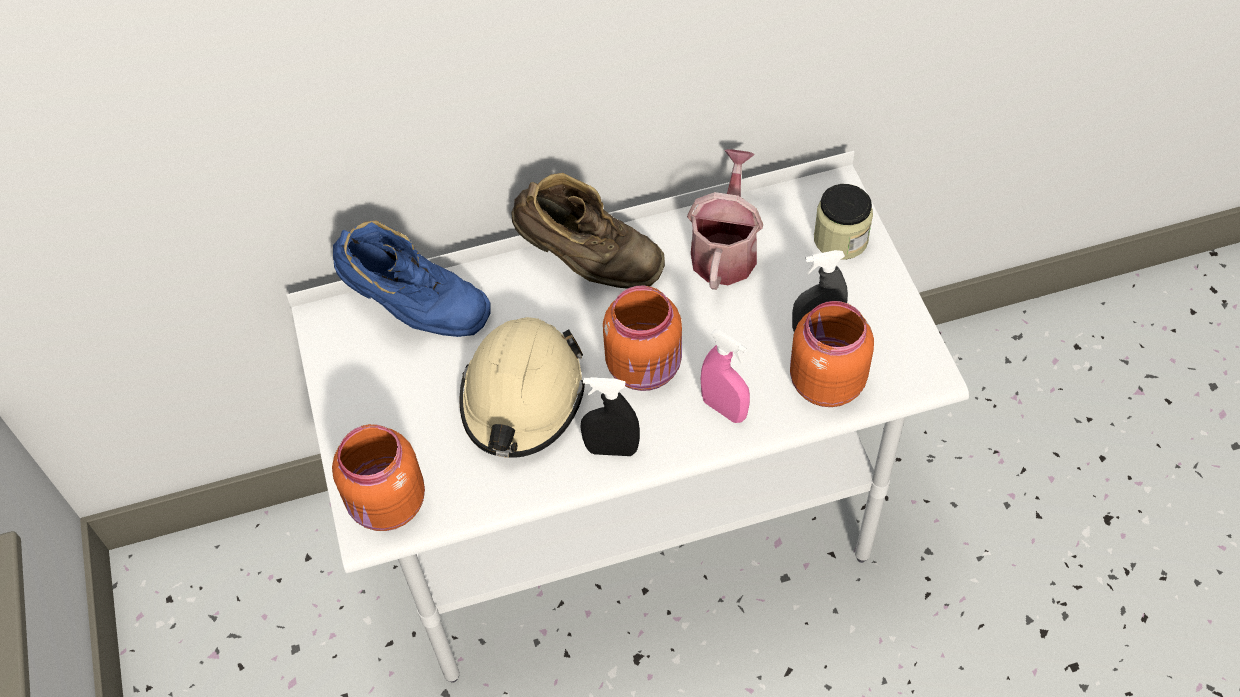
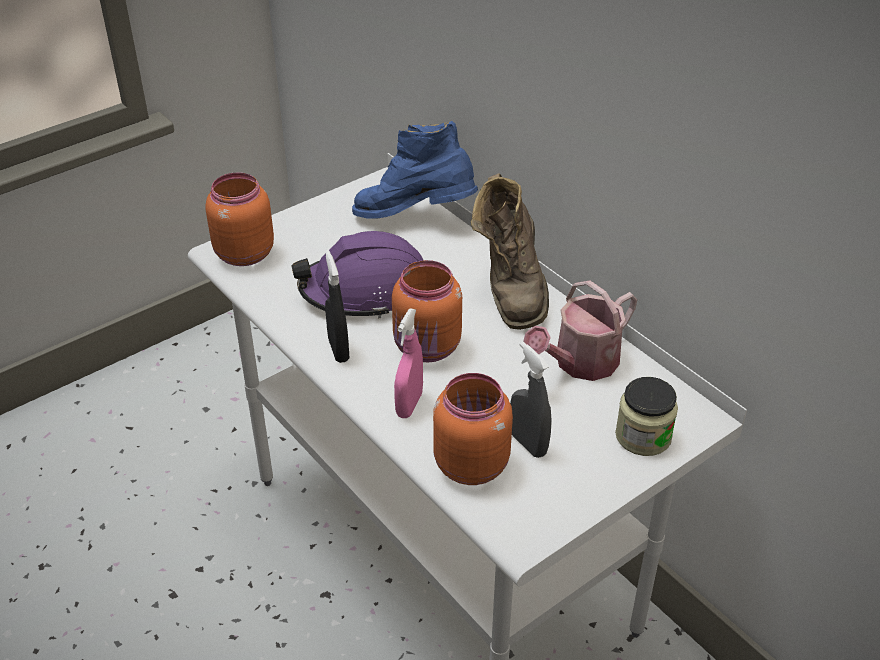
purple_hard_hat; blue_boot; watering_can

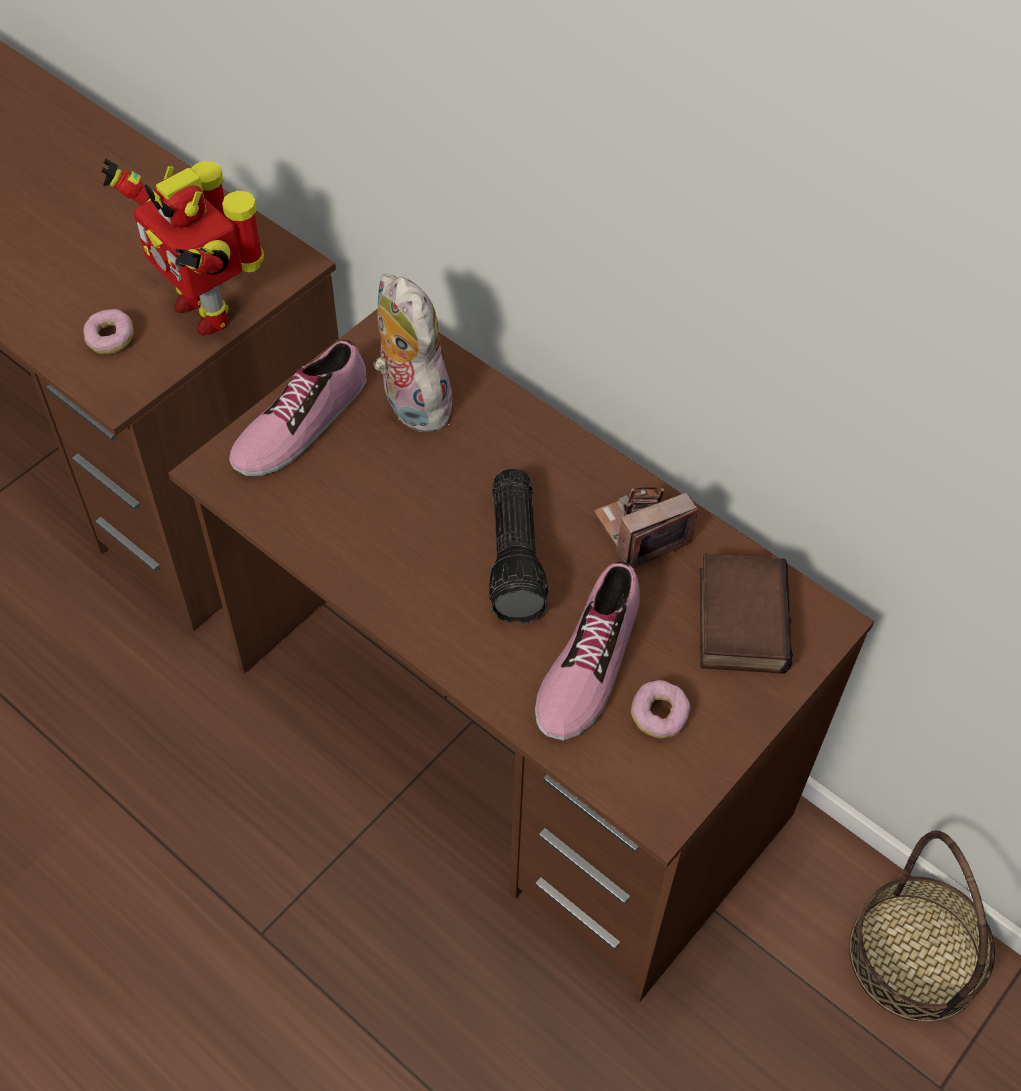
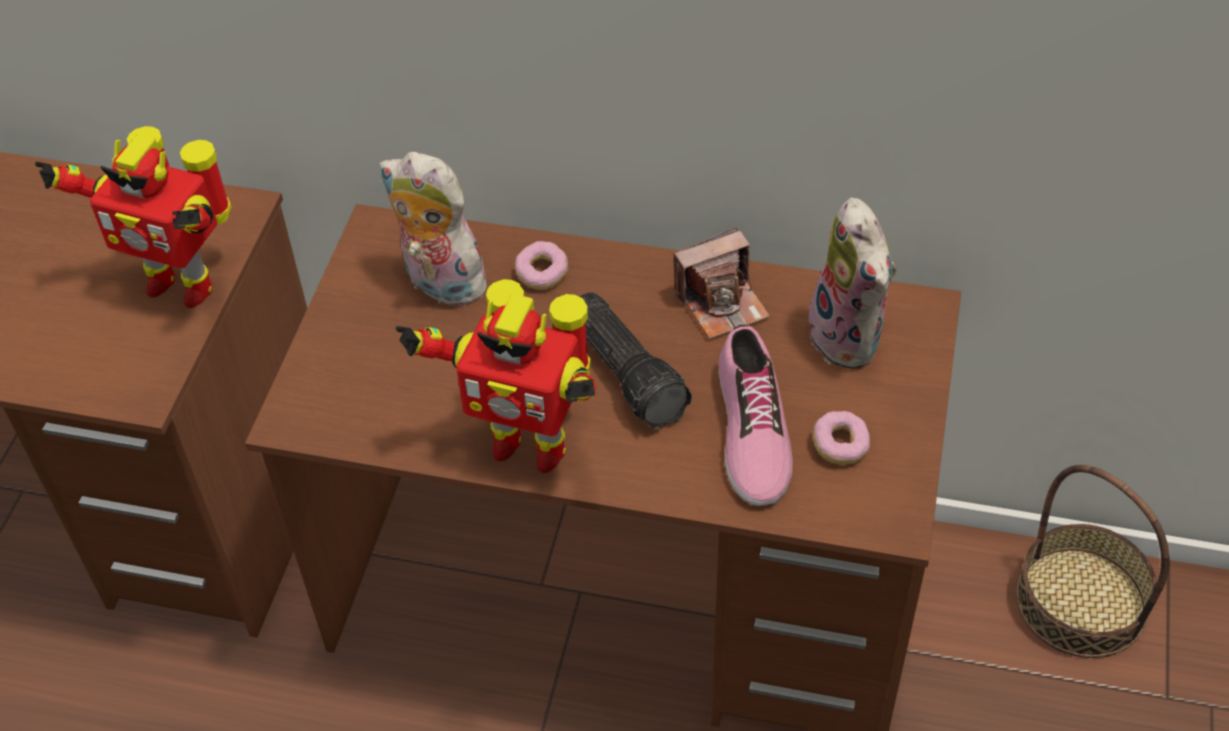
shoe (no. 1 from left in the first image); toy_robot (no. 2 from left); donut (no. 1 from left); plush_toy (no. 2 from left); photo_camera

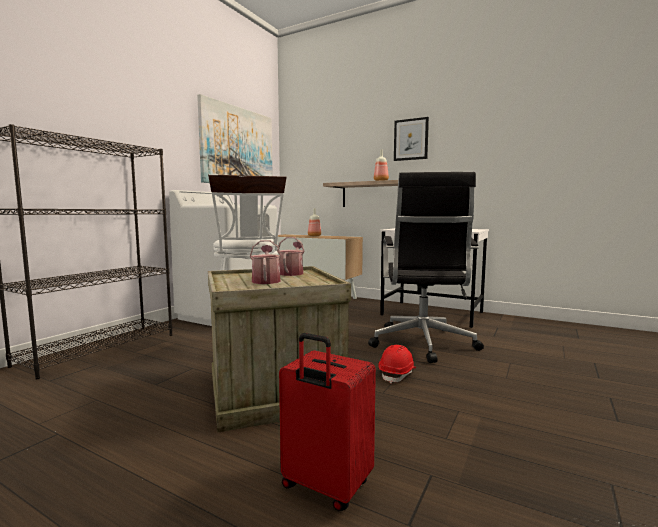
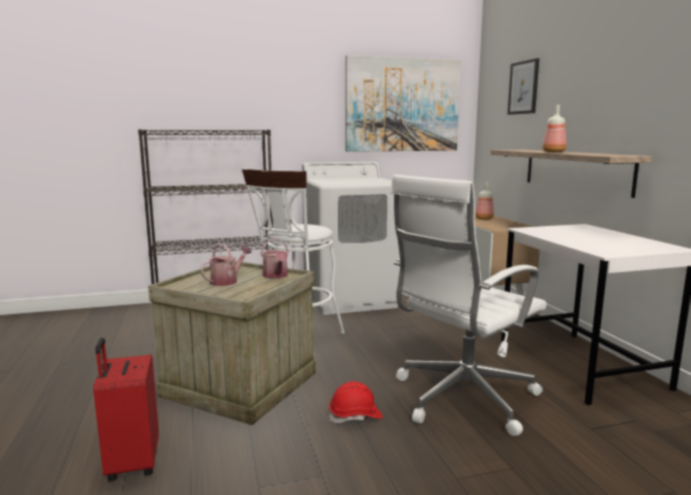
picture (no. 2 from left); white_office_chair; watering_can (no. 2 from left)

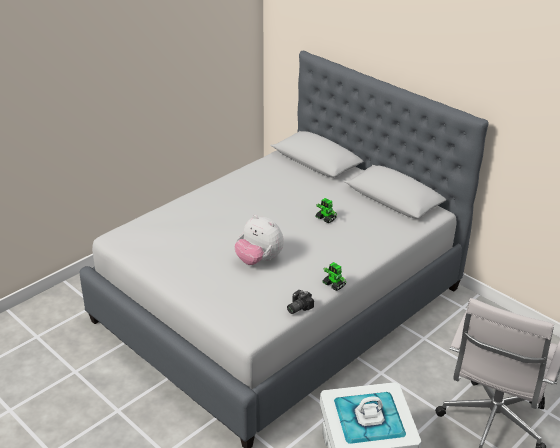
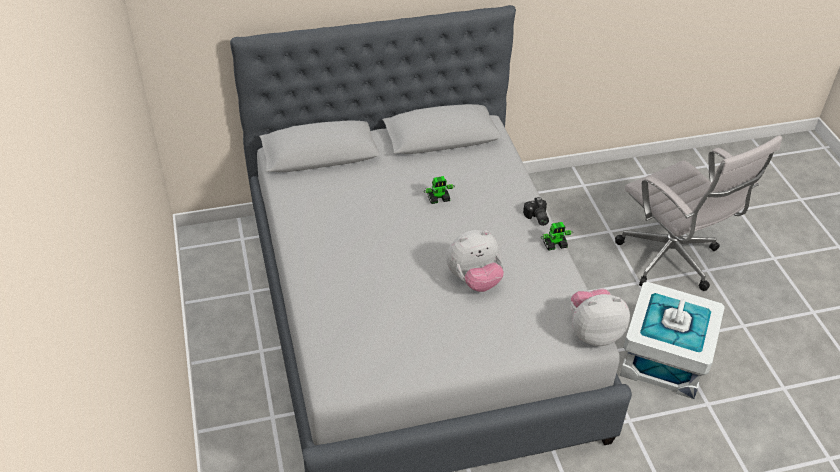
plush_toy (no. 2 from left); photo_camera

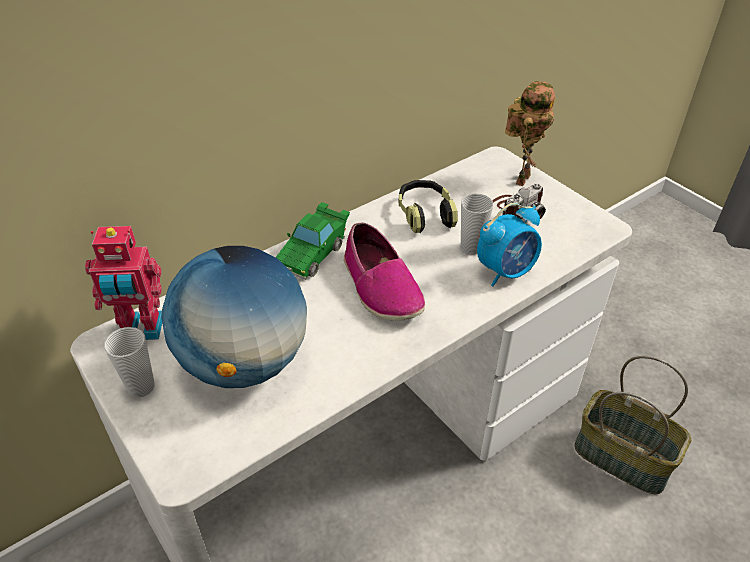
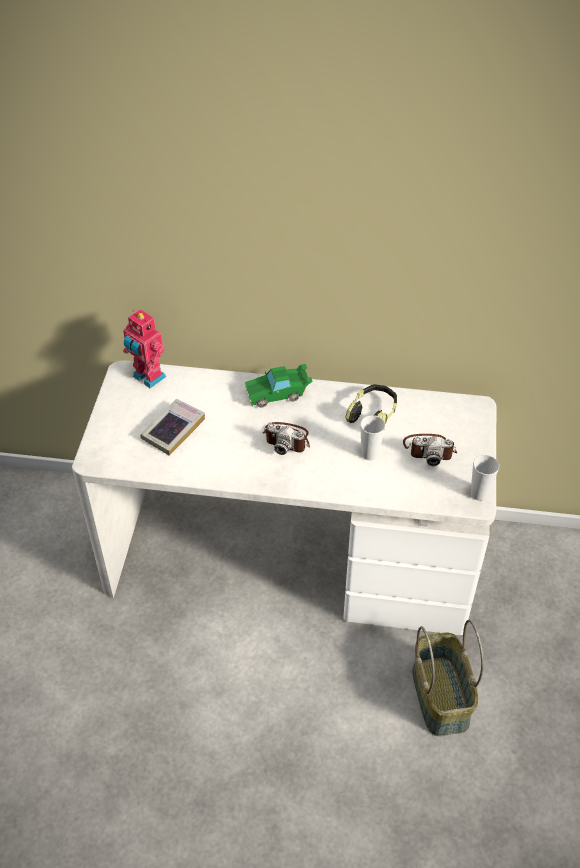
alarm_clock; toy_robot (no. 2 from left in the first image); cup (no. 2 from left); book; photo_camera (no. 1 from left)

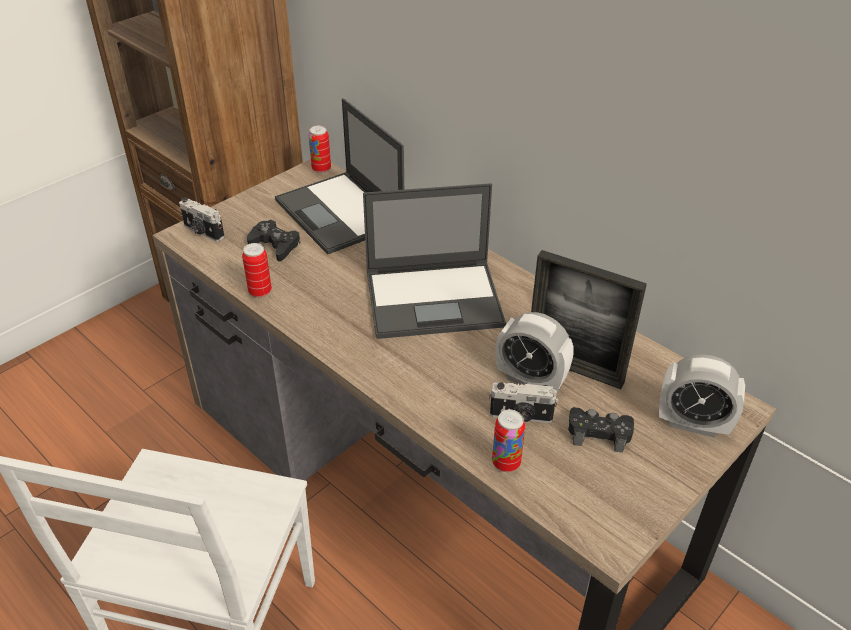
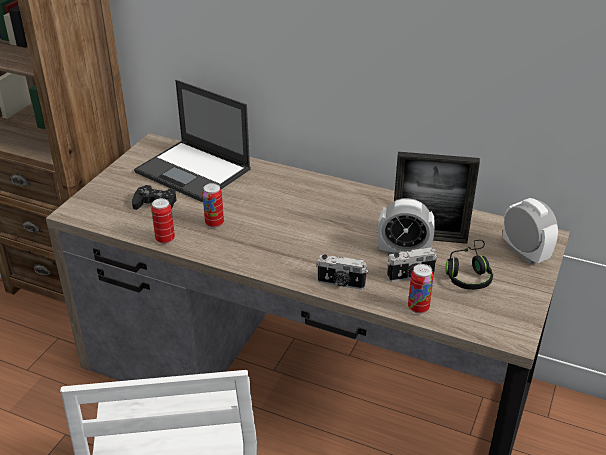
laptop (no. 2 from left in the first image); photo_camera (no. 1 from left); can (no. 2 from left); black_headphones; alarm_clock (no. 2 from left)

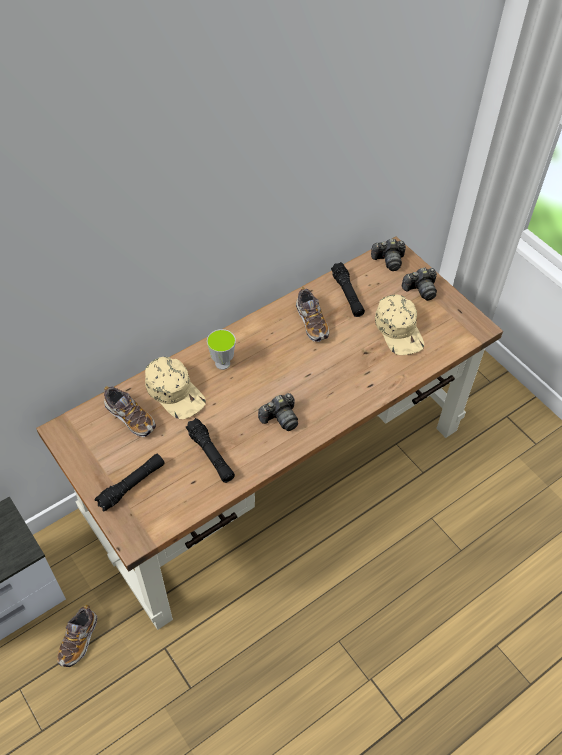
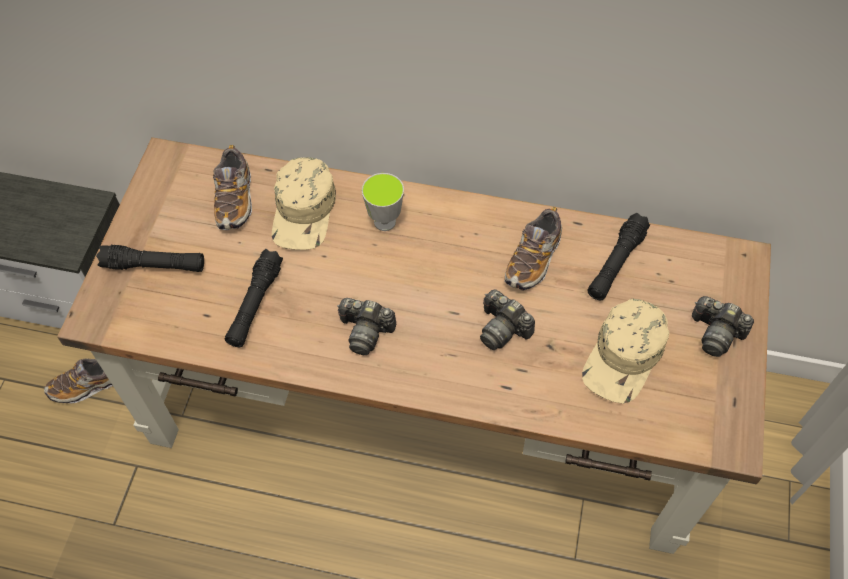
photo_camera (no. 2 from left)

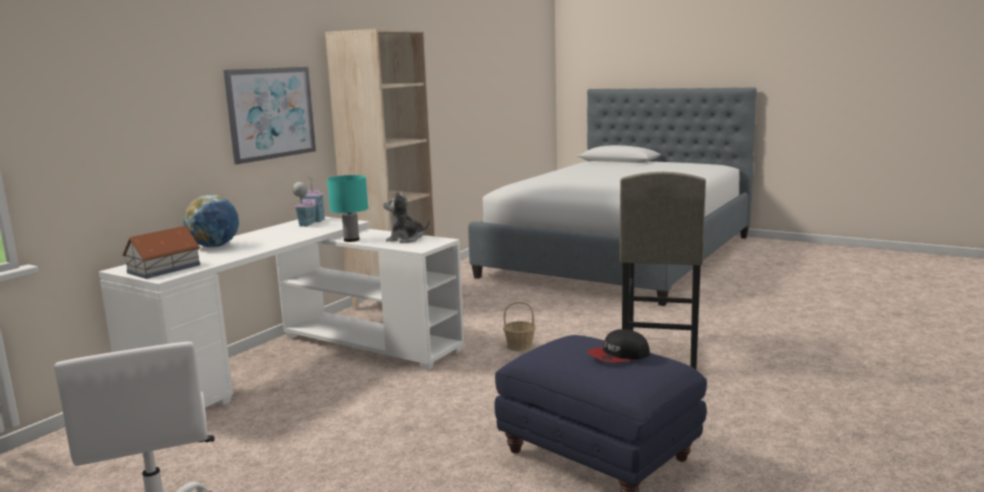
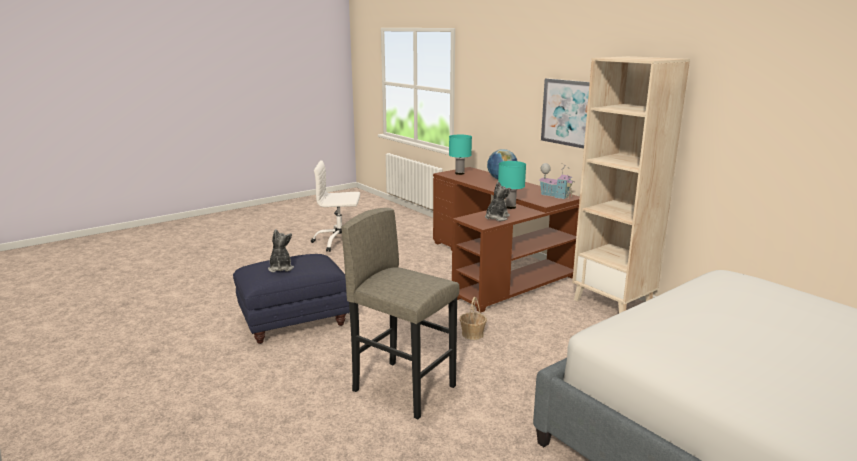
turquoise_table_lamp (no. 1 from left); plush_toy (no. 1 from left); brown_desk

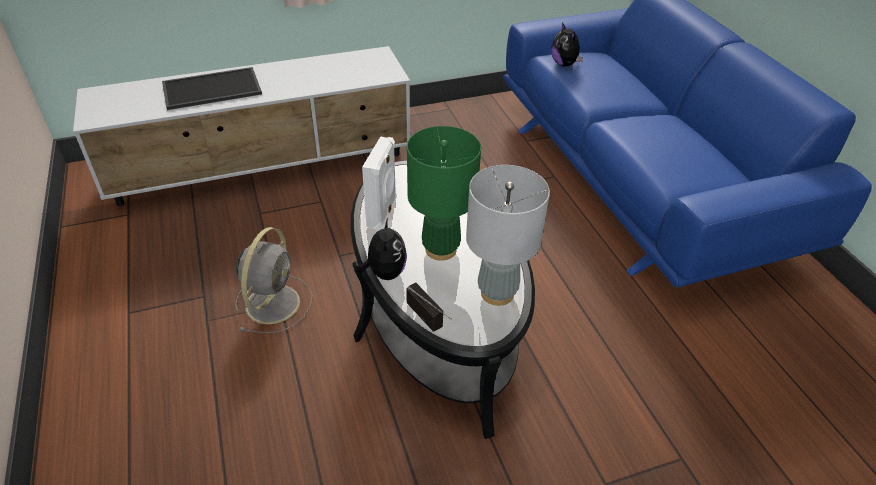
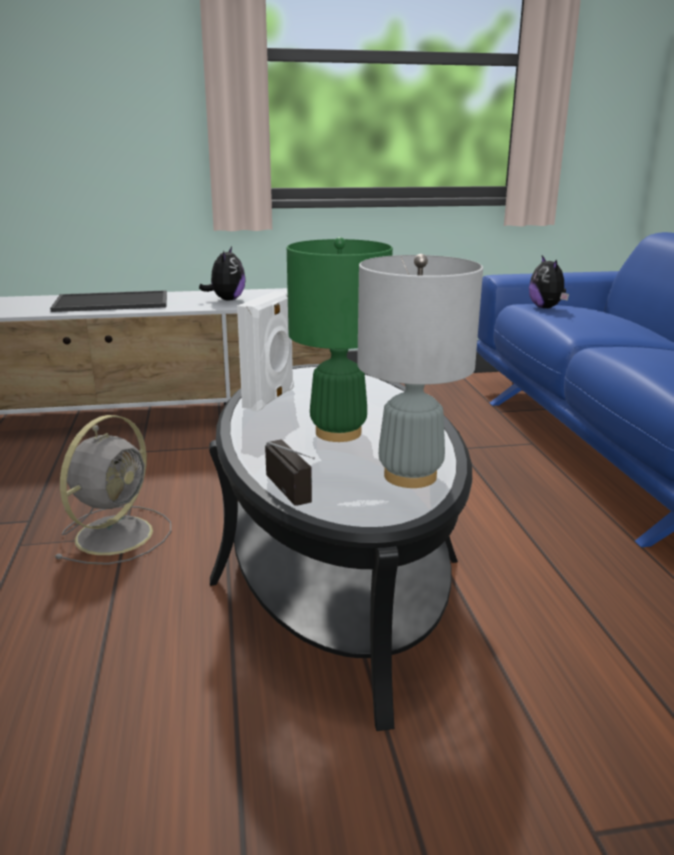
plush_toy (no. 1 from left)

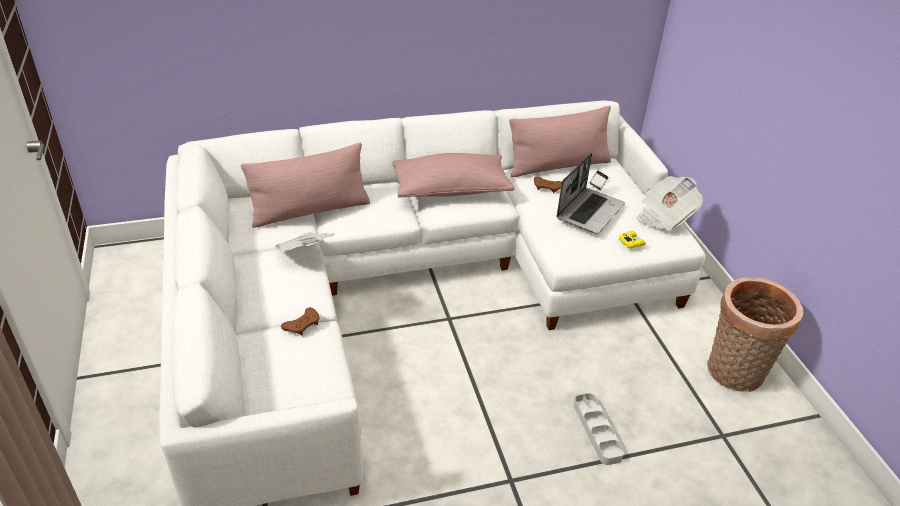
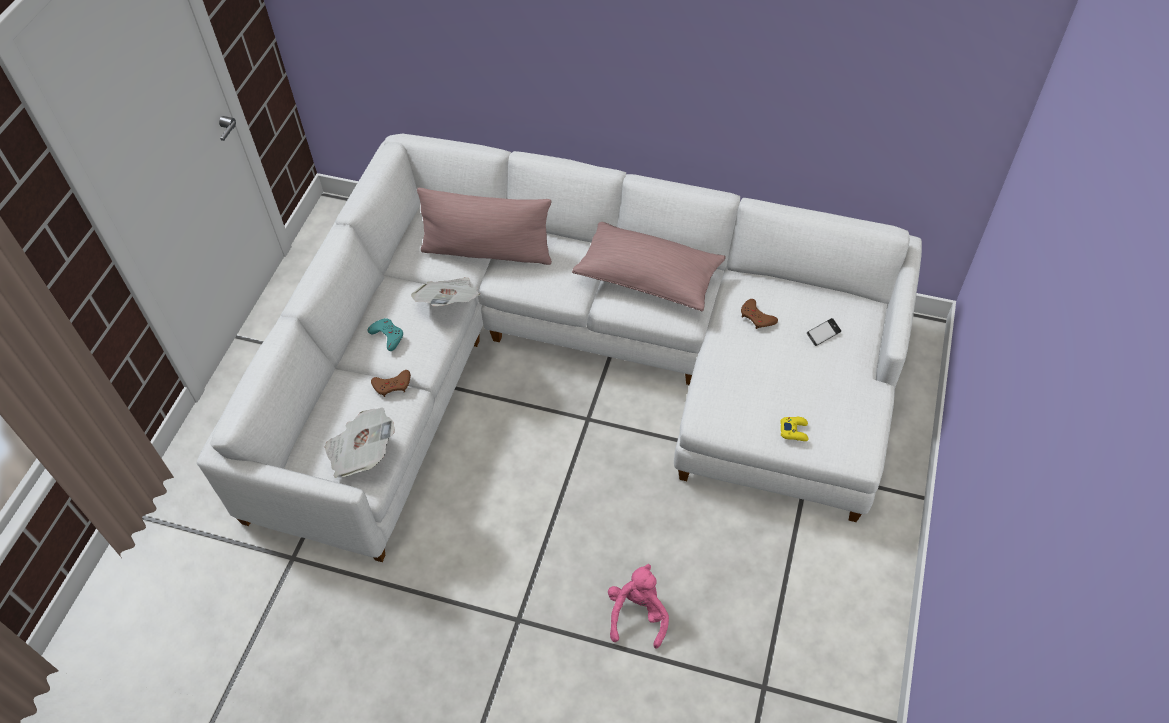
pink_pillow (no. 3 from left in the first image); laptop; basket; turquoise_game_controller; newspaper (no. 1 from left); pink_plush_toy

